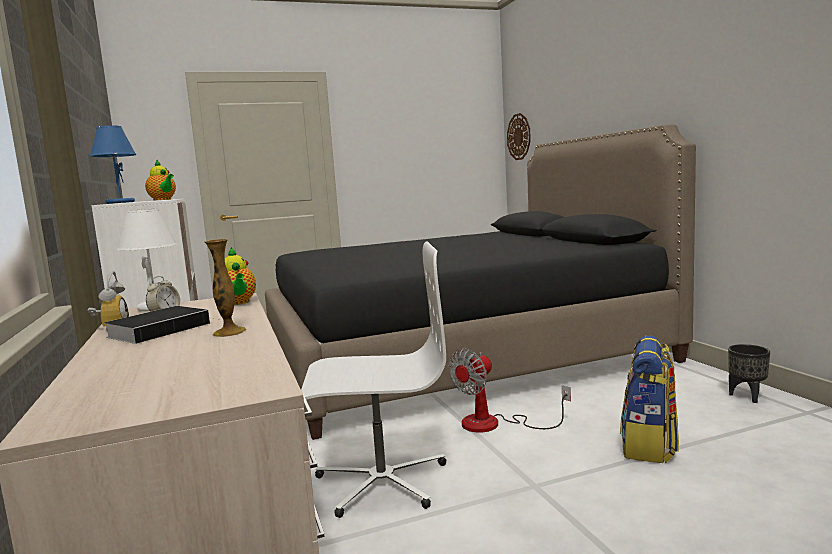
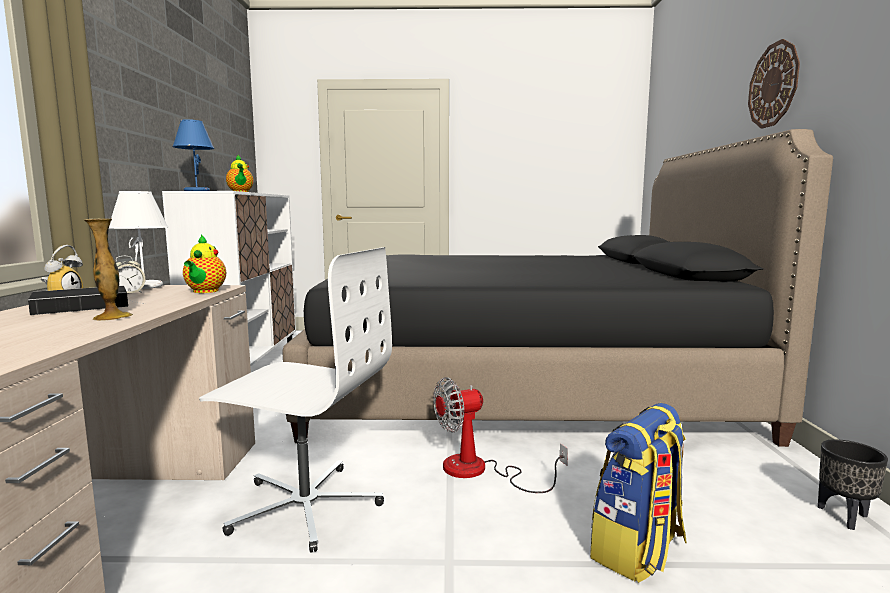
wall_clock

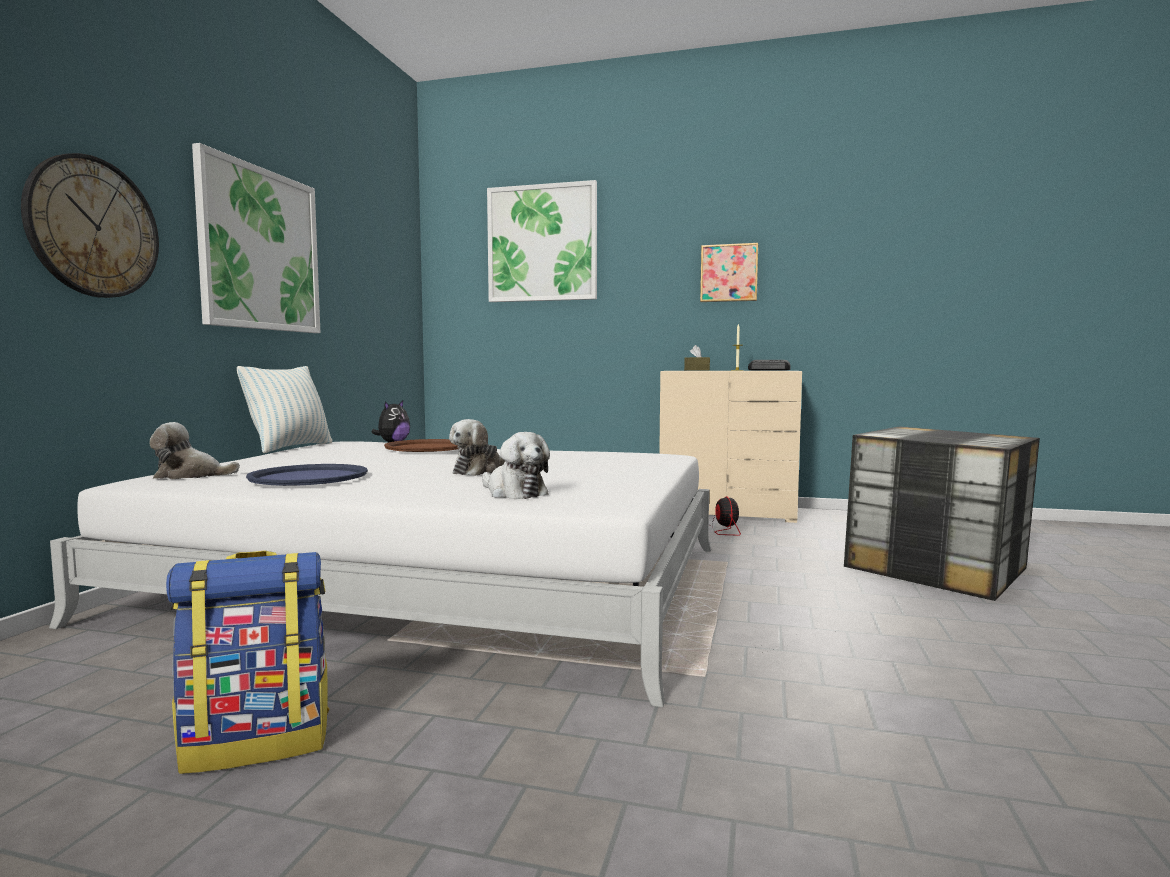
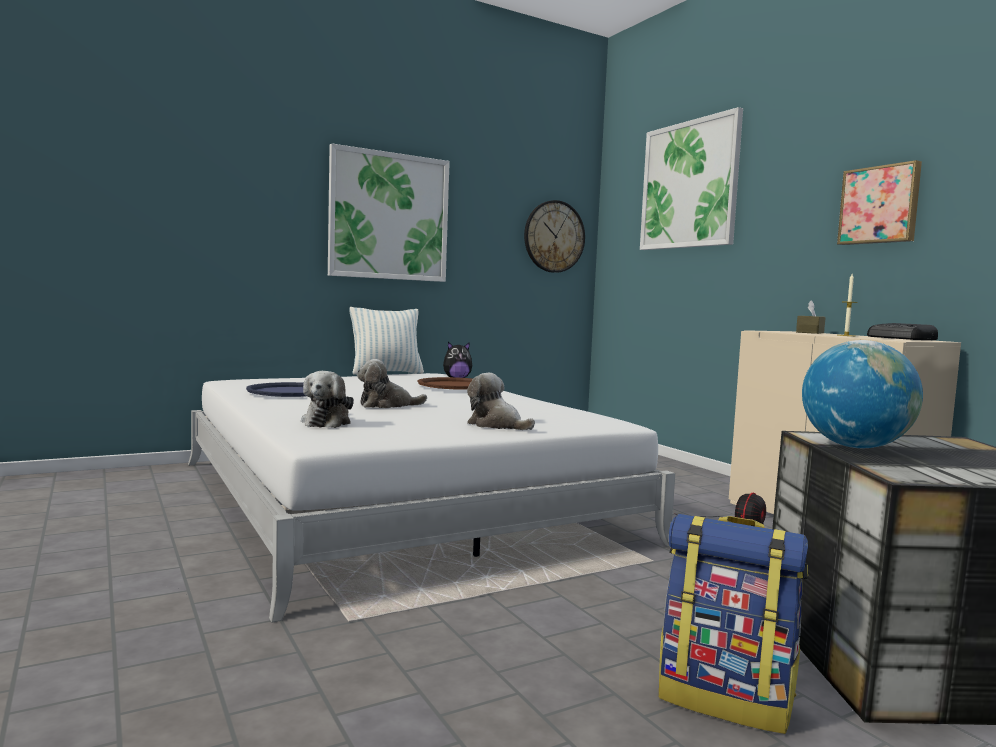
globe; wall_clock; plush_toy (no. 4 from left); backpack

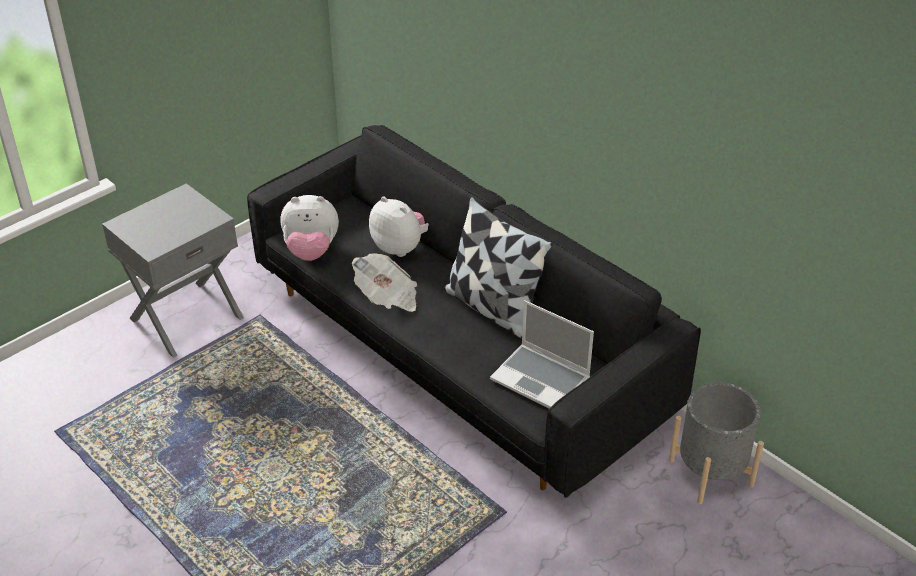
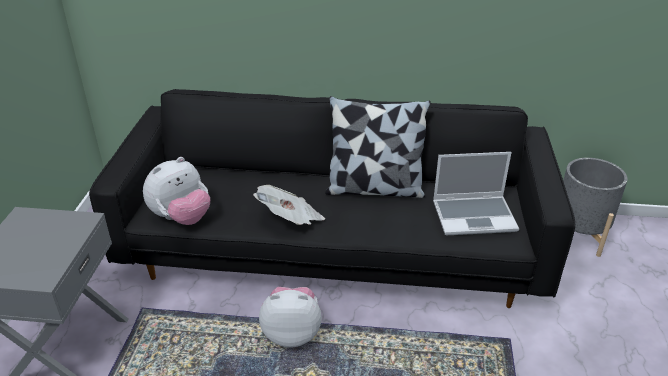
plush_toy (no. 2 from left)

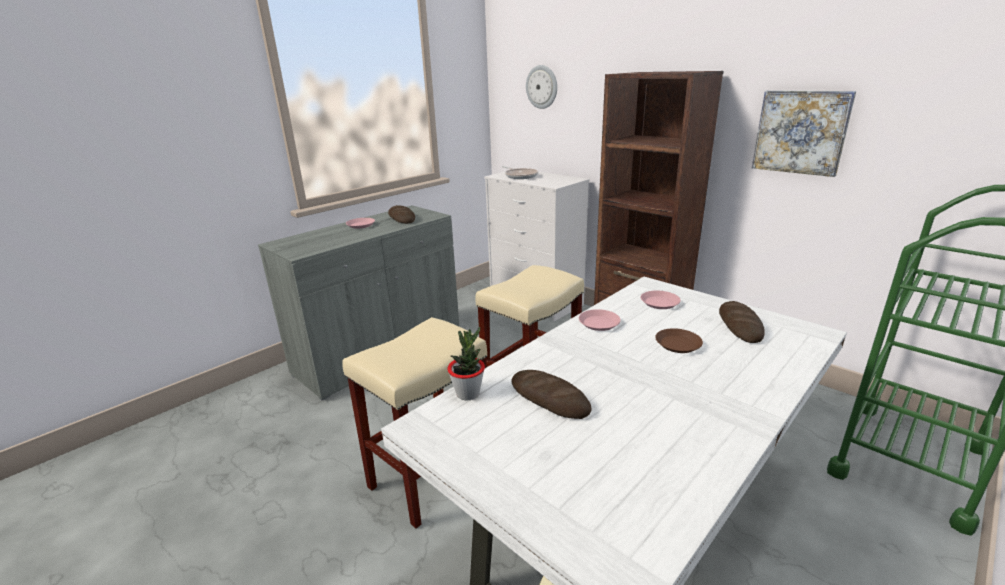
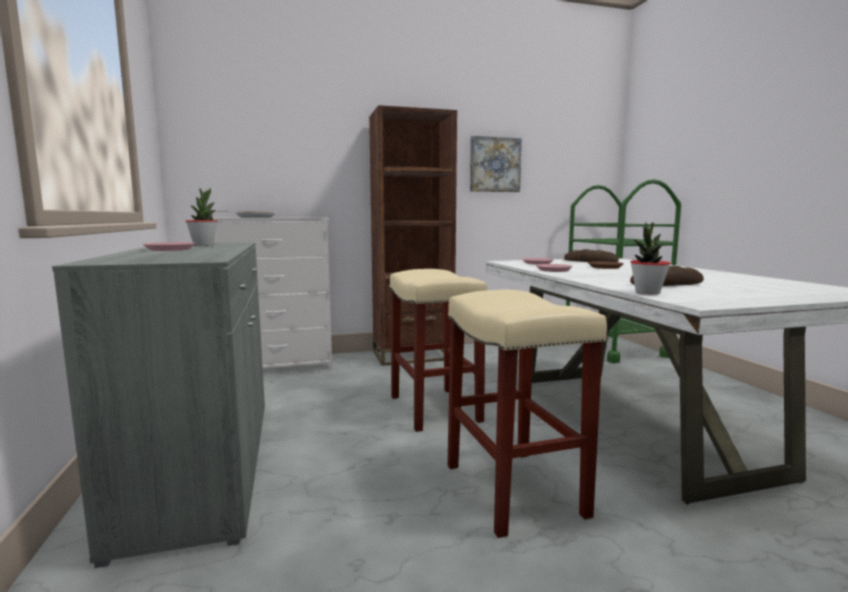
wall_clock; potted_plant (no. 1 from left)

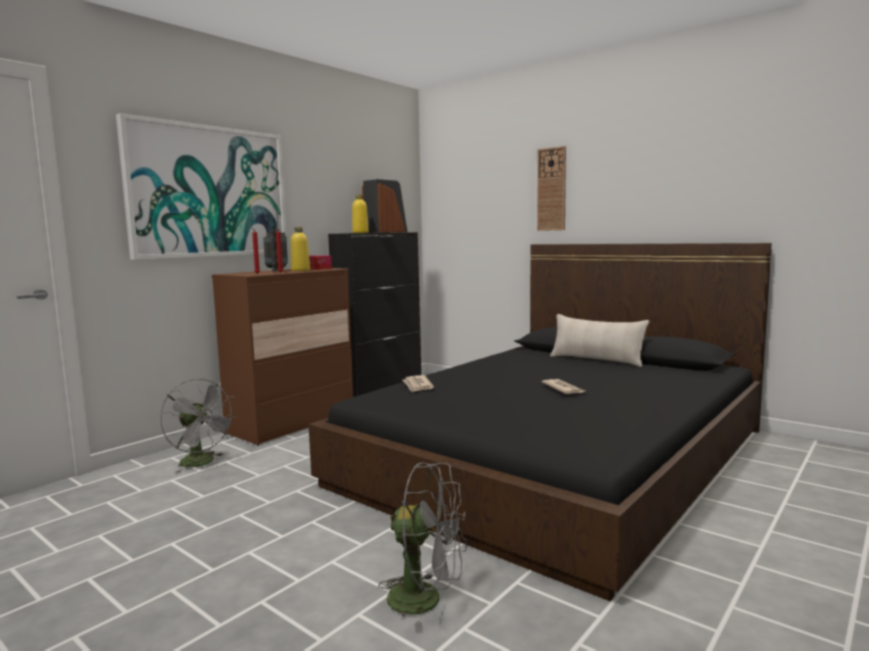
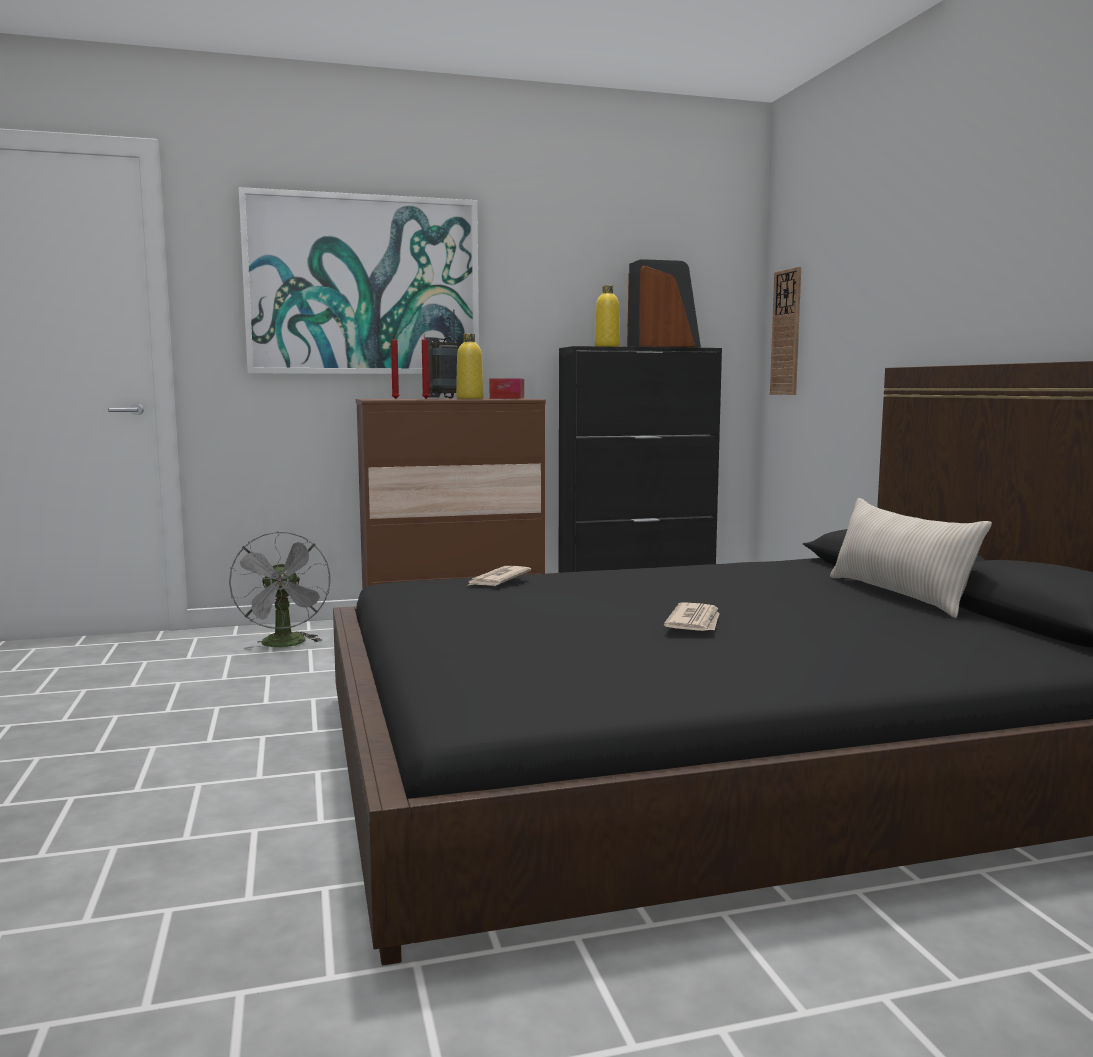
grey_fan (no. 2 from left in the first image); wall_clock

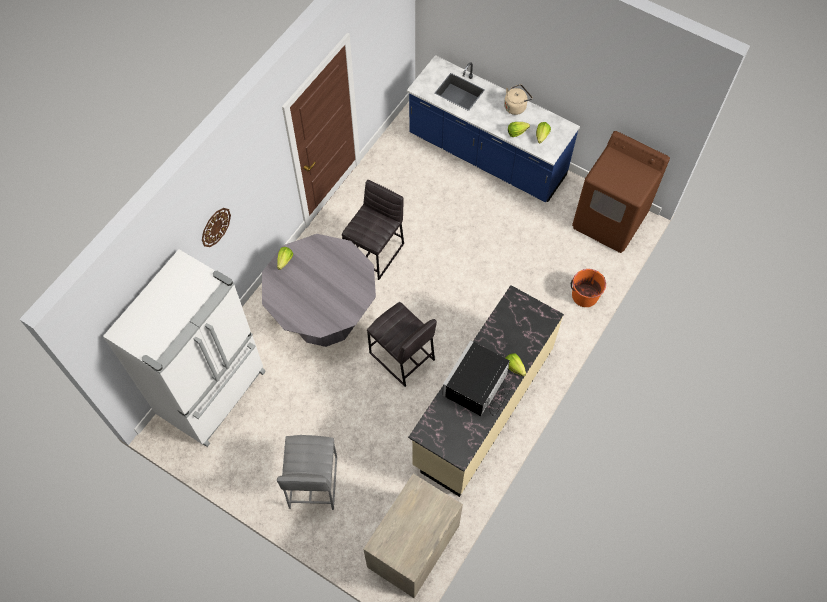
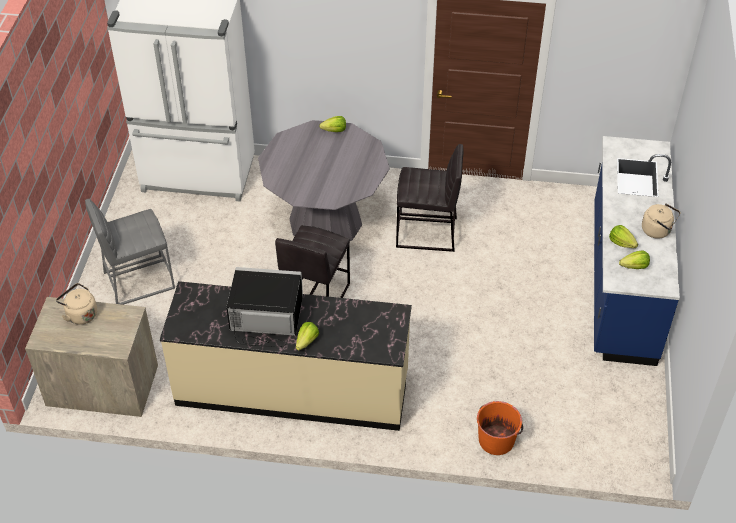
wall_clock; brown_washing_machine; beige_kettle (no. 1 from left)

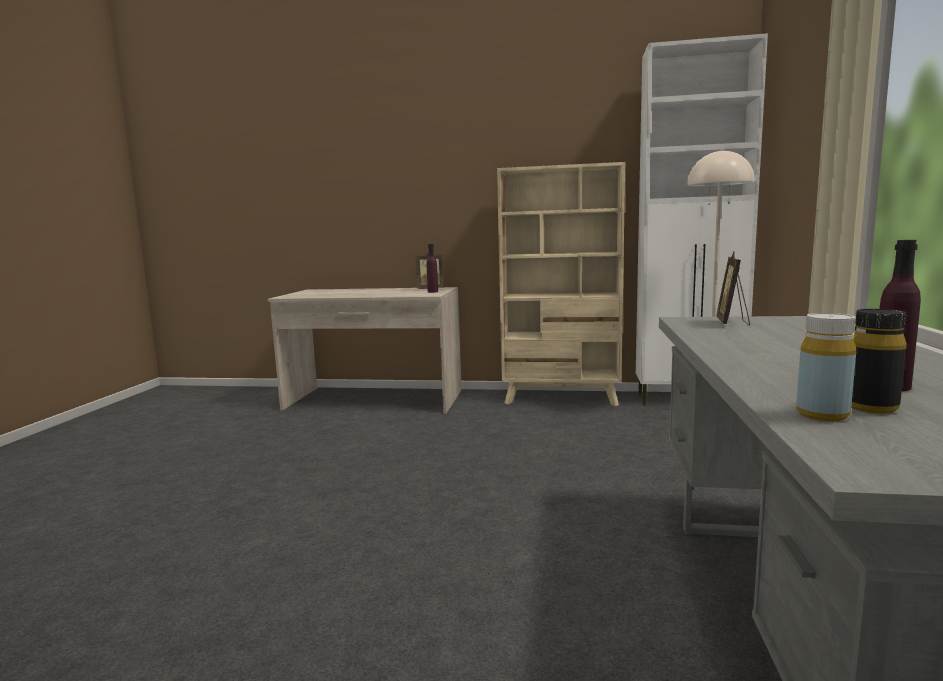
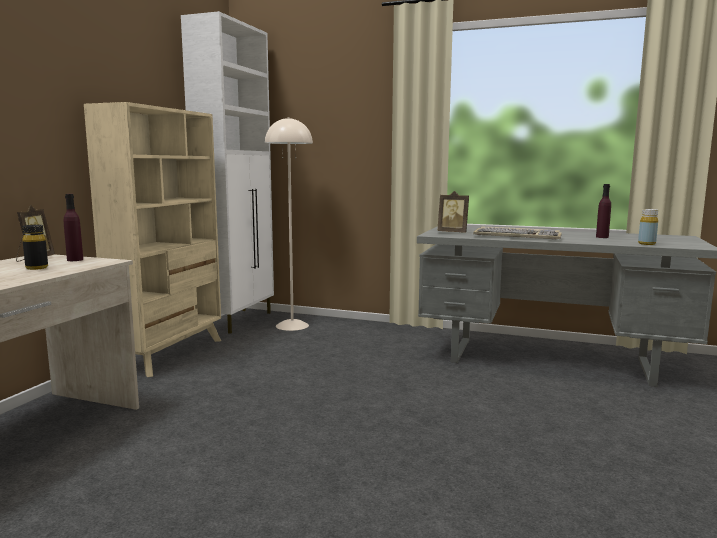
keyboard; black_bottle

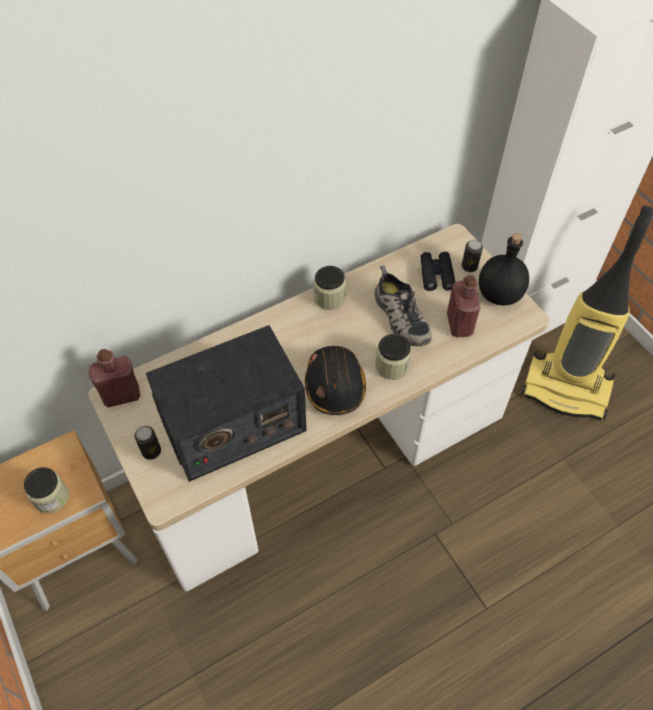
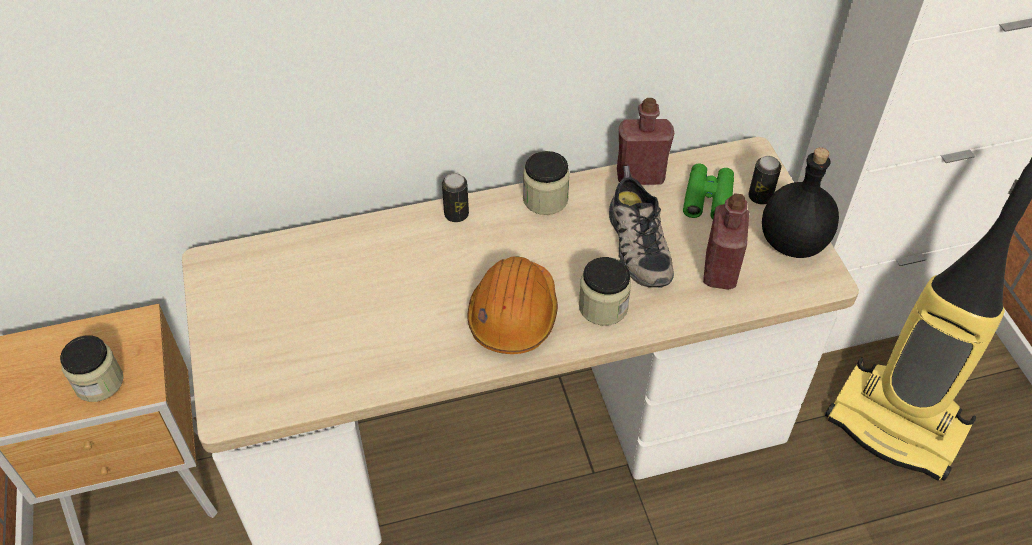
radio; red_bottle (no. 1 from left); can (no. 1 from left); orange_hard_hat; green_binoculars

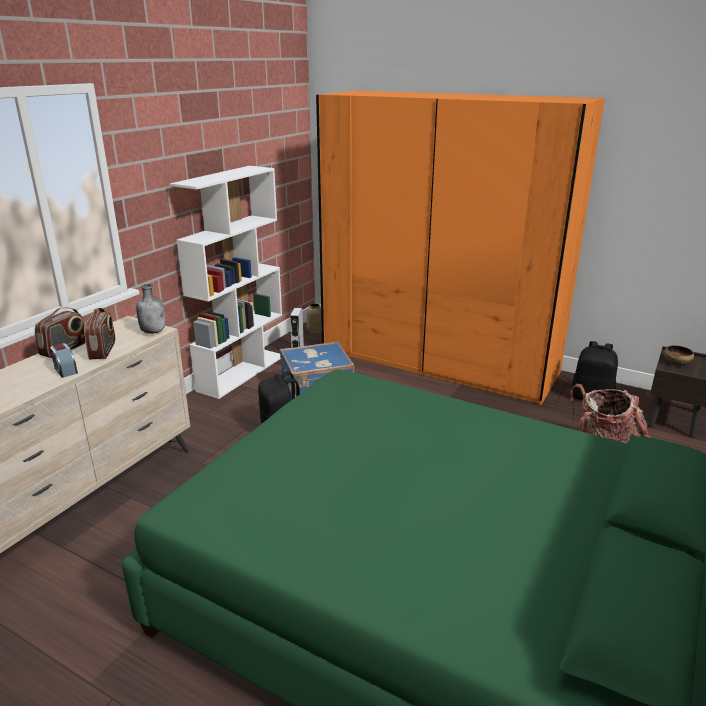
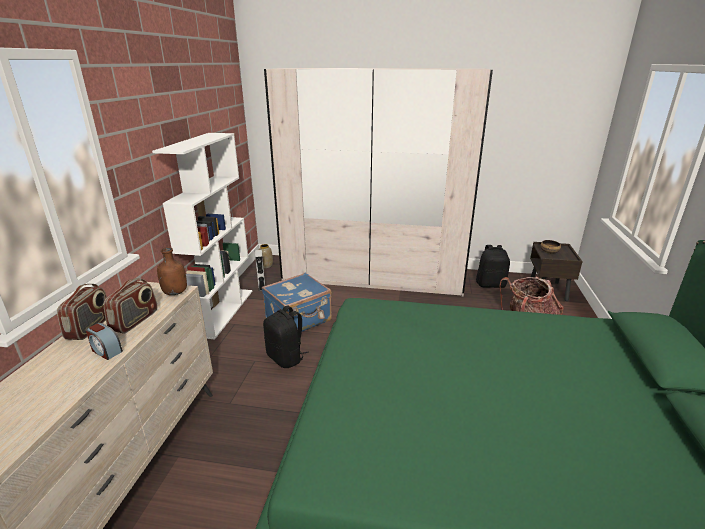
brown_bottle; beige_wardrobe; radio (no. 2 from left)

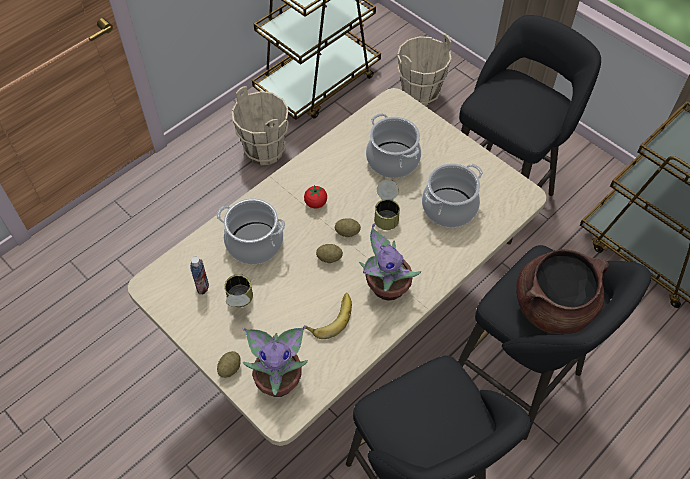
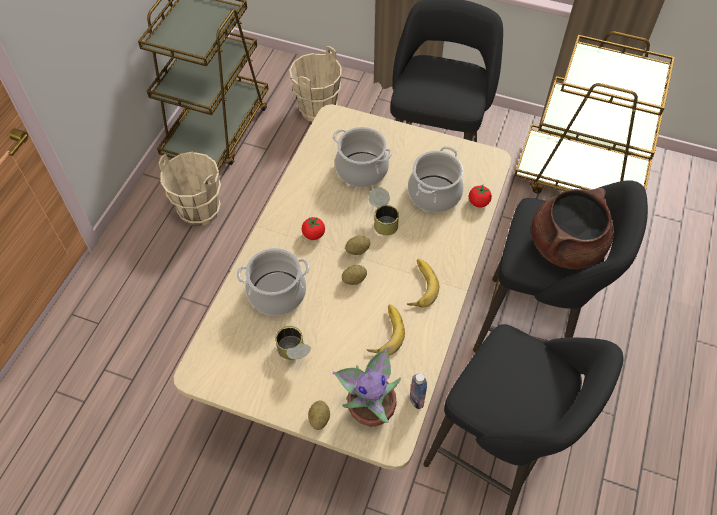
tomato (no. 2 from left); bottle; banana (no. 2 from left)

